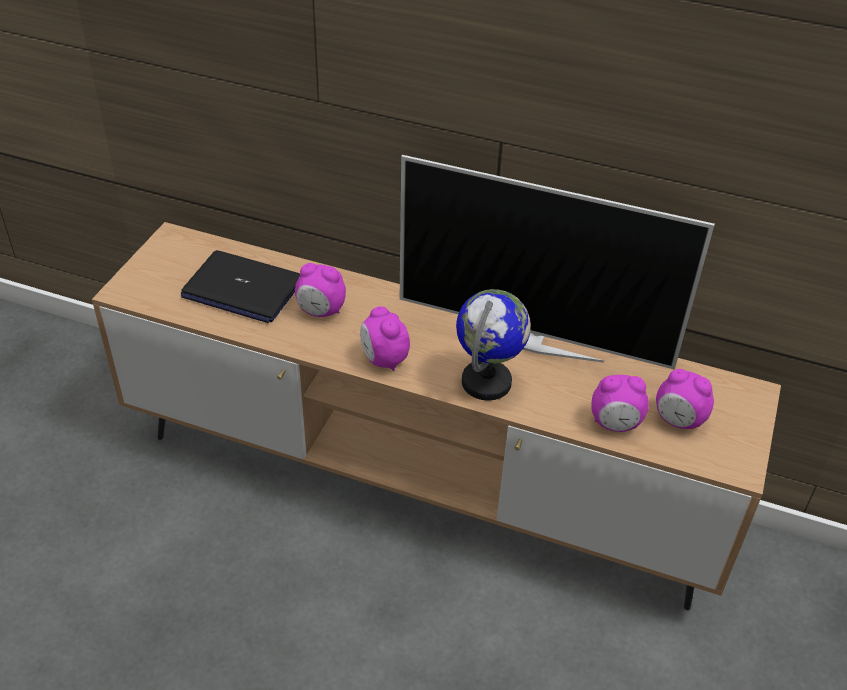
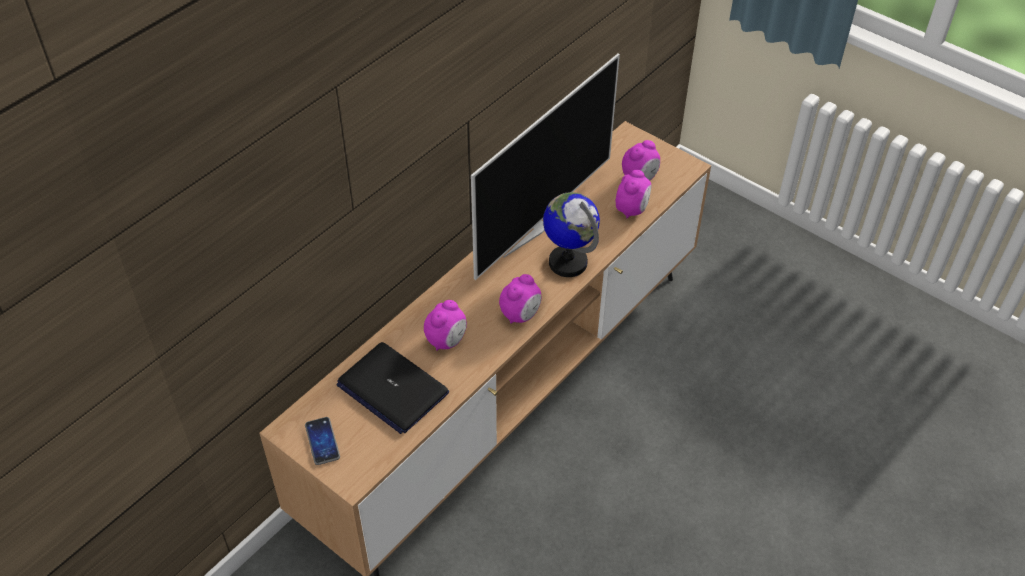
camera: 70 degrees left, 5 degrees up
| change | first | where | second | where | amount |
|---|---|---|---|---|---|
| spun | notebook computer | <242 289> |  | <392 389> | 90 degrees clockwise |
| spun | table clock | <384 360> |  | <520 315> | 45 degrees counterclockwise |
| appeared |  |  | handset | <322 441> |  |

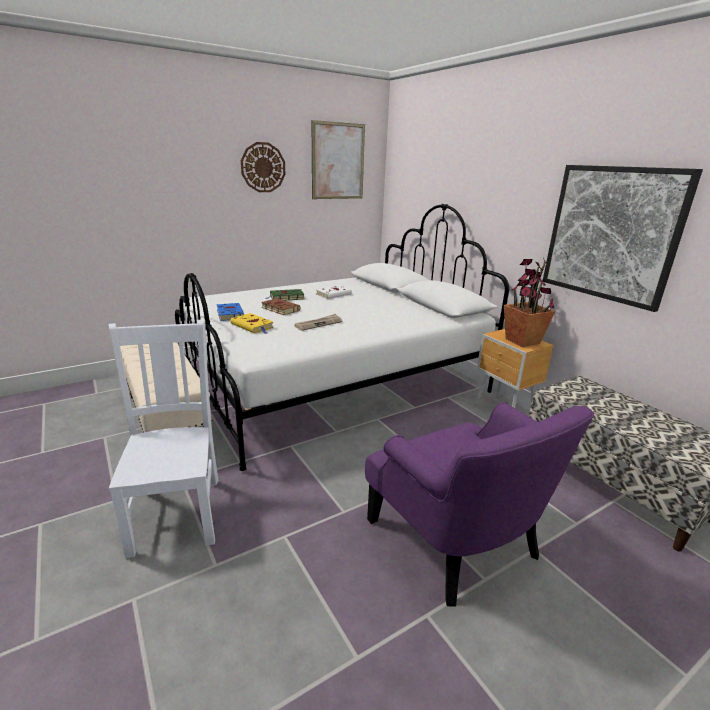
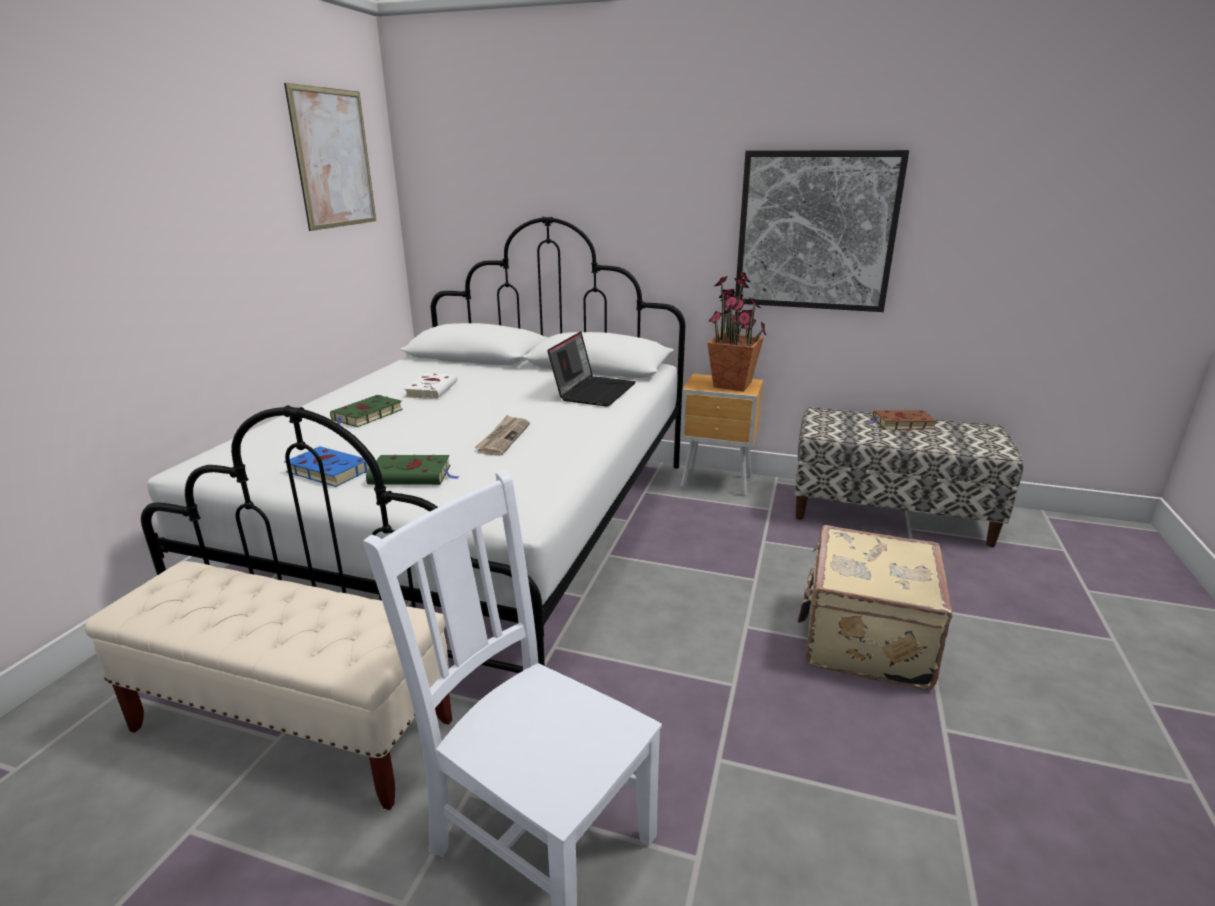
camera: 40 degrees left, 0 degrees up
| change | first | where | second | where | amount |
|---|---|---|---|---|---|
| missing | clock on the wall | <263 167> |  |  |  |
| relocated | book/brown-coloured | <279 309> |  | <901 423> |  |
| colour | book/yellowish | <253 326> | book/greenish | <413 475> |  |
| exchanged | easy chair/purple | <457 539> | suitcase/sand-coloured | <863 639> |  |
| appeared |  |  | notebook computer | <593 391> |  |

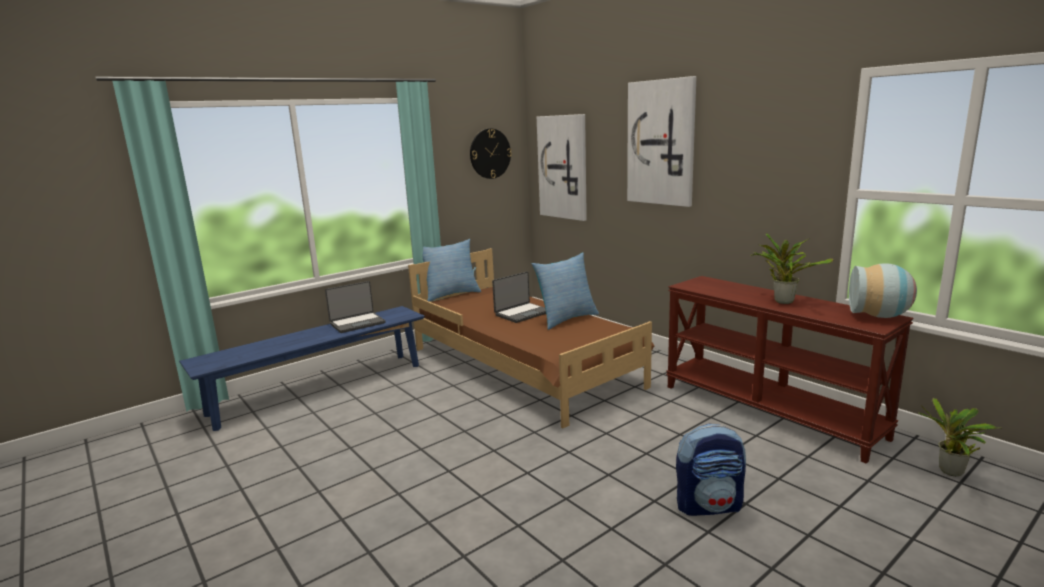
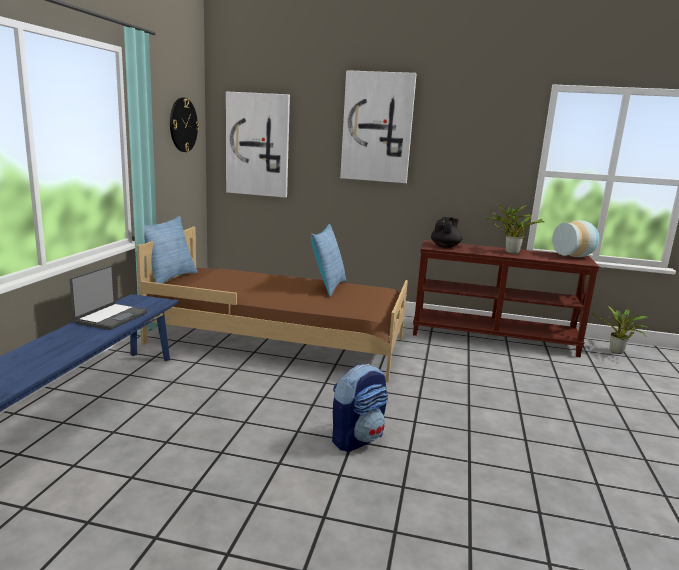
camera: 40 degrees left, 0 degrees up
| change | first | where | second | where | amount |
|---|---|---|---|---|---|
| missing | notebook computer | <522 313> |  |  |  |
| relocated | backpack | <709 505> |  | <357 438> |  |
| appeared |  |  | tea pot/black-coloured | <445 246> |  |

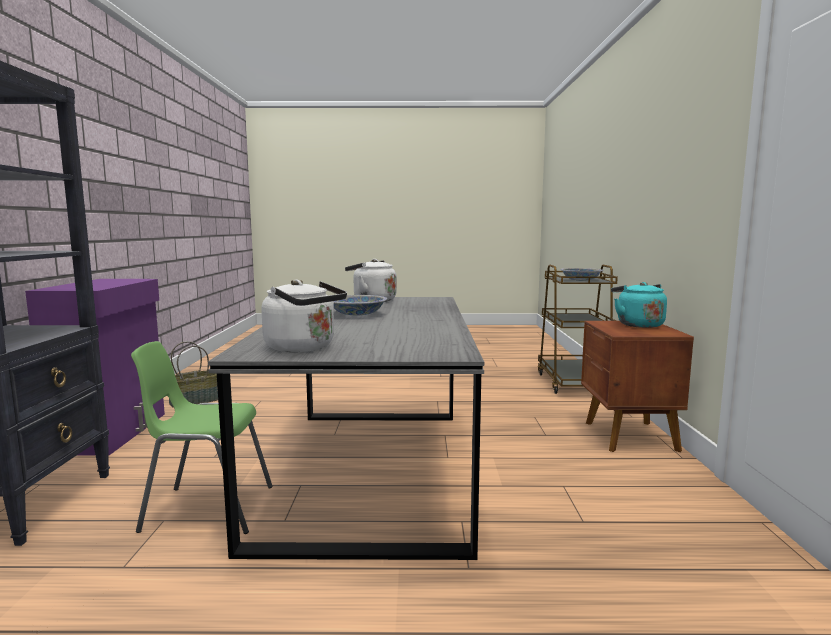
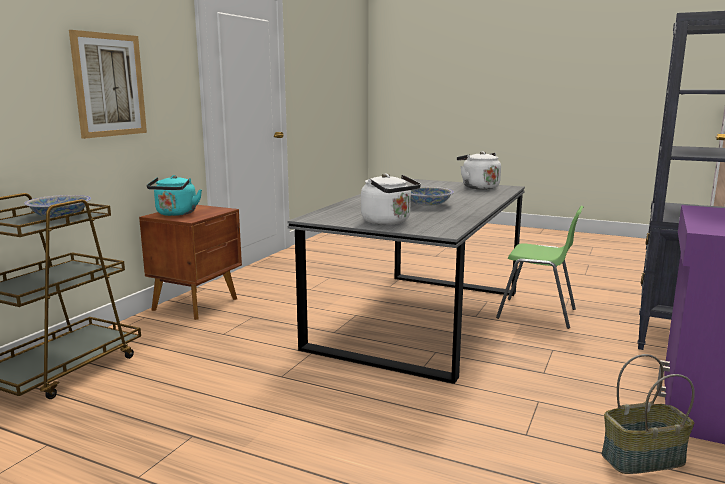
camera: 155 degrees left, 5 degrees up
| change | first | where | second | where | amount |
|---|---|---|---|---|---|
| appeared |  |  | wall picture | <109 85> |  |

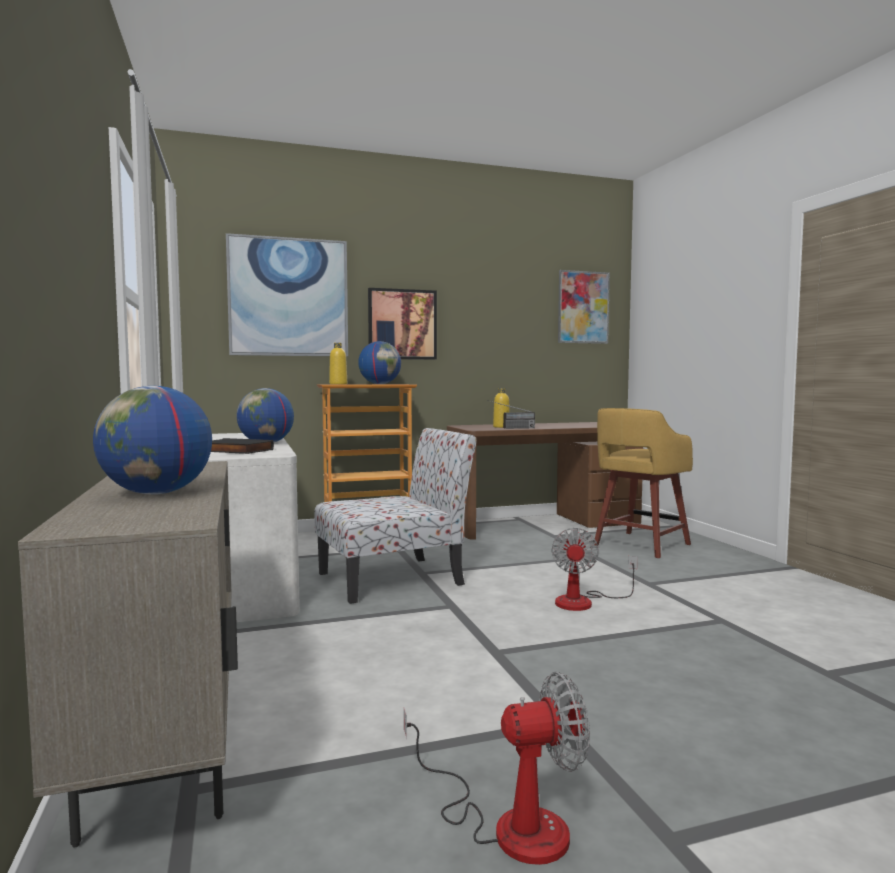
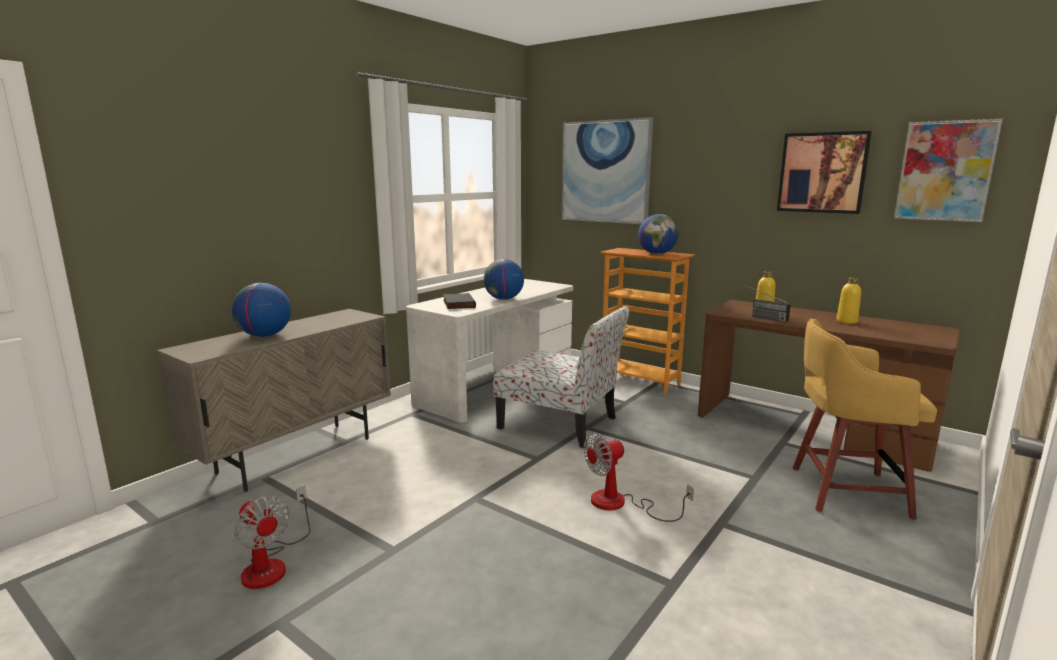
camera: 55 degrees right, 10 degrees up
| change | first | where | second | where | amount |
|---|---|---|---|---|---|
| relocated | wall picture | <402 324> |  | <822 172> |  |
| relocated | drink bottle/yellowish | <338 384> |  | <846 321> |  |

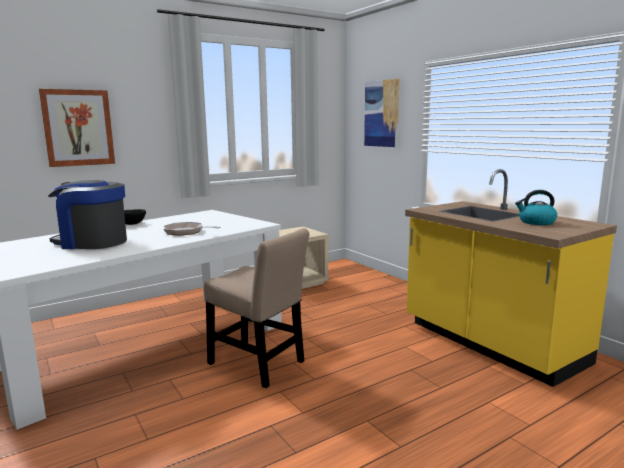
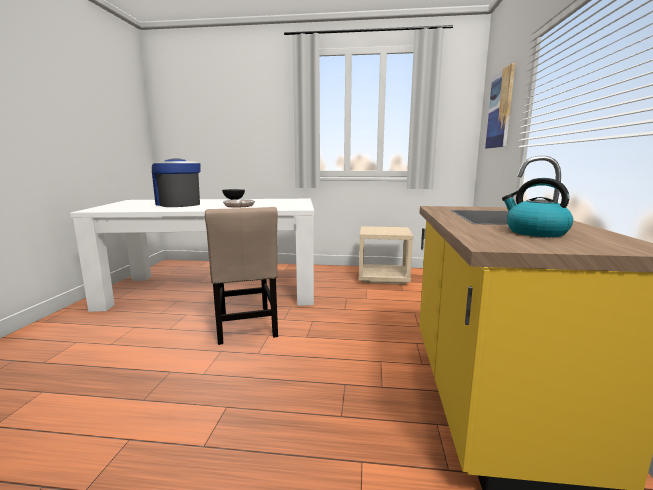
camera: 40 degrees right, 0 degrees up
| change | first | where | second | where | amount |
|---|---|---|---|---|---|
| missing | wall picture | <78 128> |  |  |  |

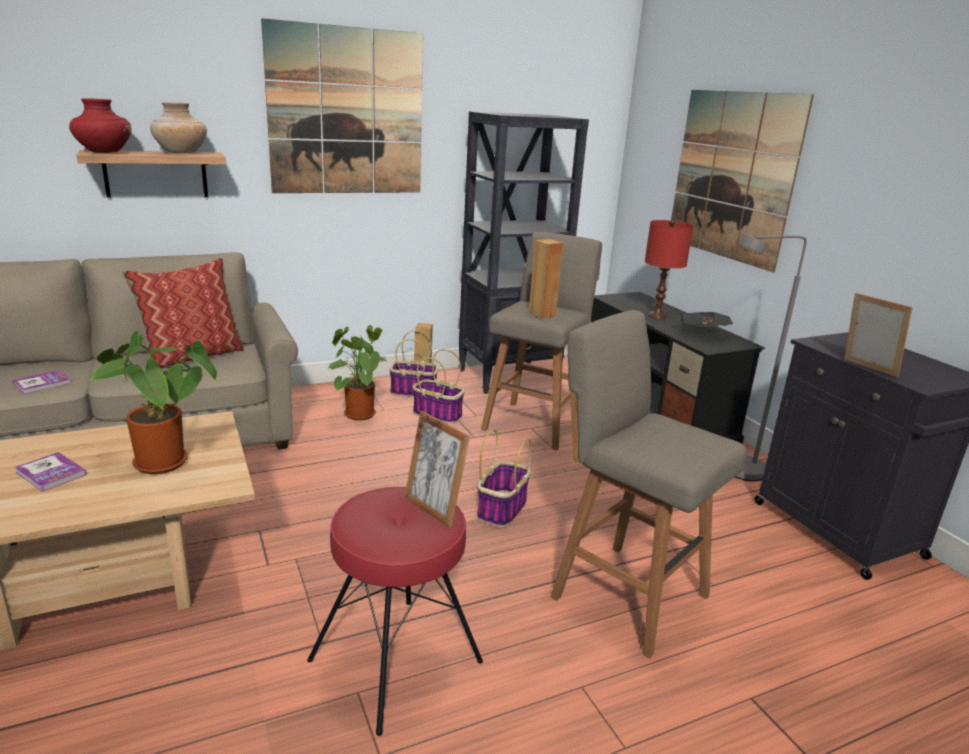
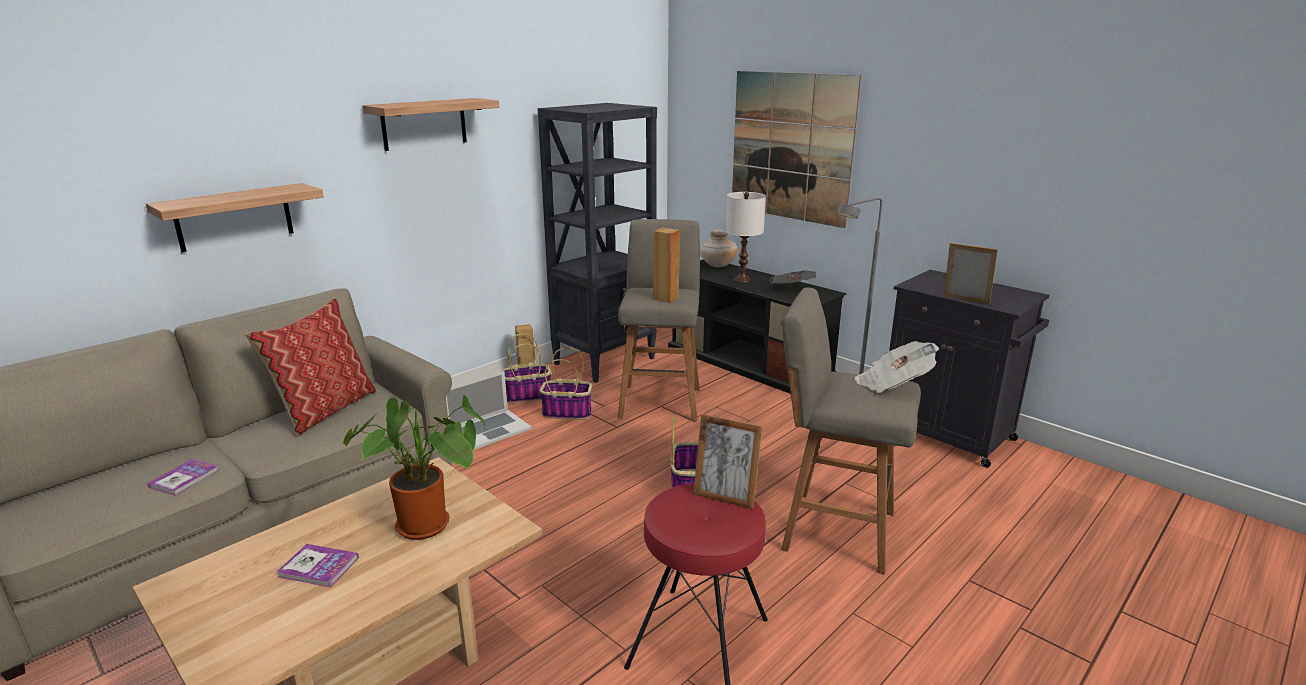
camera: 20 degrees left, 0 degrees up
| change | first | where | second | where | amount |
|---|---|---|---|---|---|
| exchanged | wall picture | <347 112> | wall shelf | <424 124> |  |
| missing | decorative vase/reddish | <103 152> |  |  |  |
| relocated | decorative vase/sand-coloured | <181 153> |  | <717 265> |  |
| colour | lamp for a table/reddish | <657 316> | lamp for a table/white | <742 280> |  |
| exchanged | plant in a pot | <357 413> | notebook computer | <488 430> |  |
| appeared |  |  | newspaper | <893 384> |  |

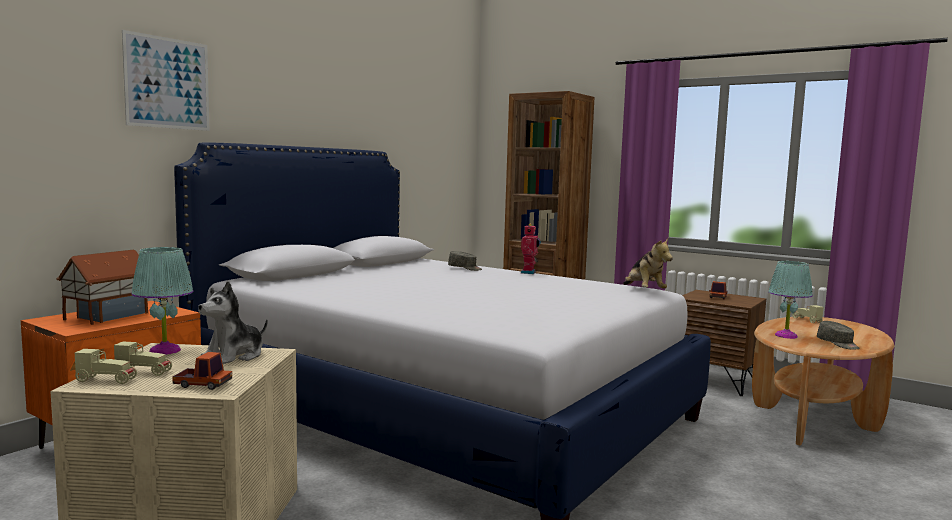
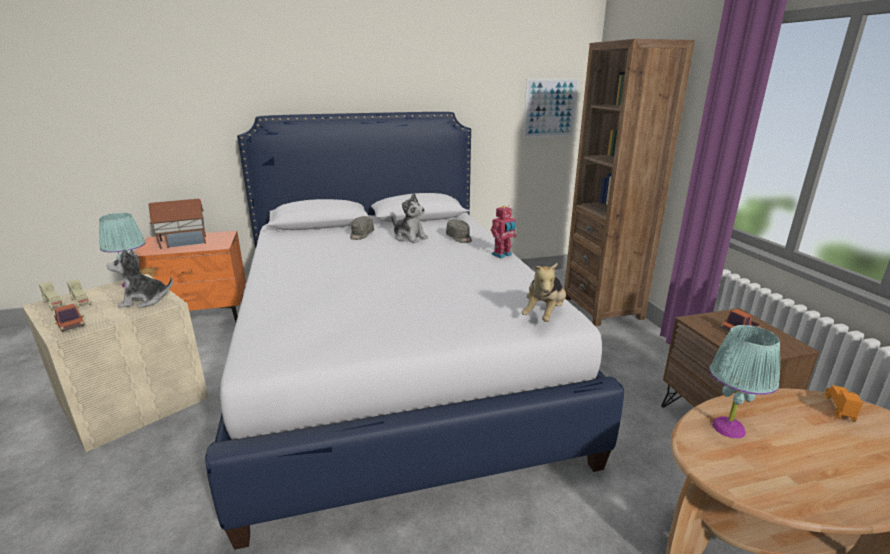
camera: 40 degrees right, 15 degrees up
| change | first | where | second | where | amount |
|---|---|---|---|---|---|
| relocated | wall picture | <167 83> |  | <550 108> |  |
| colour | model car/sand-coloured | <806 320> | model car/orangey | <838 408> |  |
| relocated | baseball cap/greyish | <838 344> |  | <361 235> |  |
| appeared |  |  | cuddly toy | <409 237> |  |

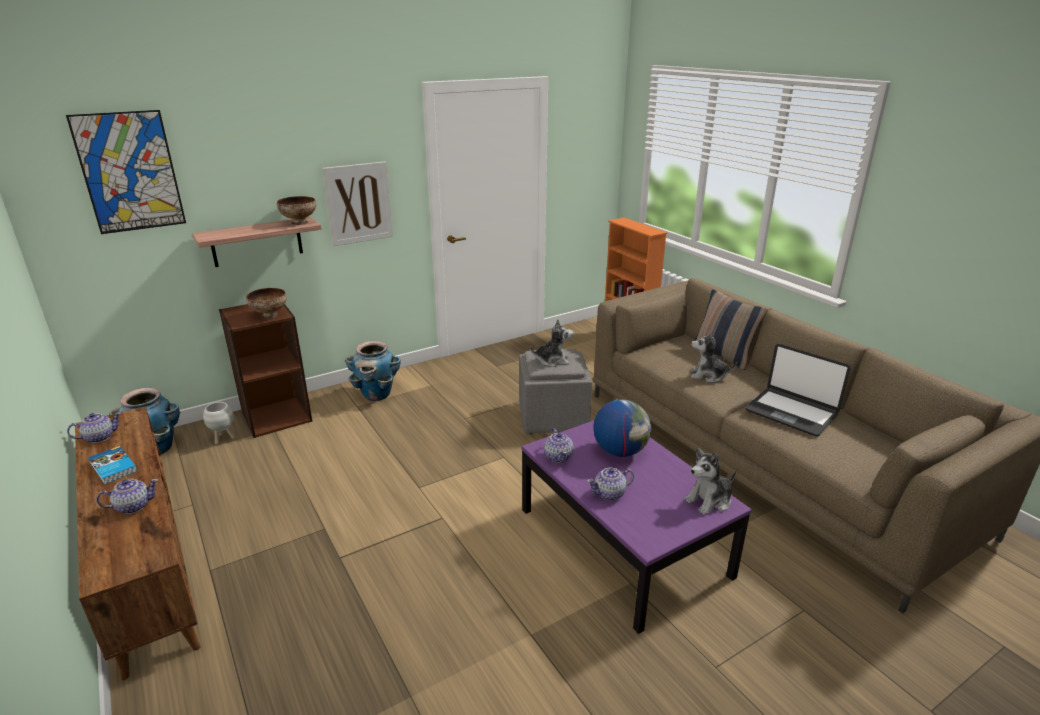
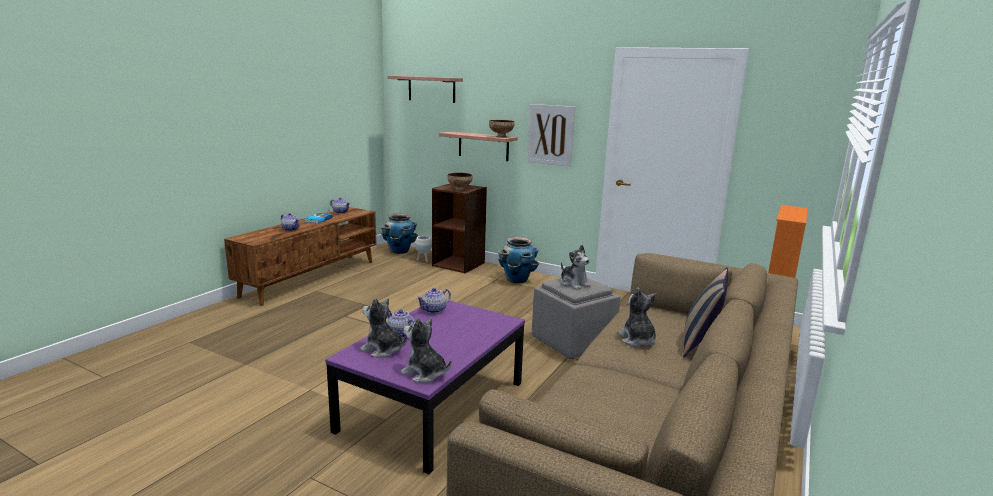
camera: 60 degrees right, 10 degrees down
| change | first | where | second | where | amount |
|---|---|---|---|---|---|
| exchanged | wall picture | <129 172> | wall shelf | <431 89> |  |
| missing | notebook computer | <791 412> |  |  |  |
| missing | globe | <620 451> |  |  |  |
| appeared |  |  | cuddly toy | <383 350> |  |

